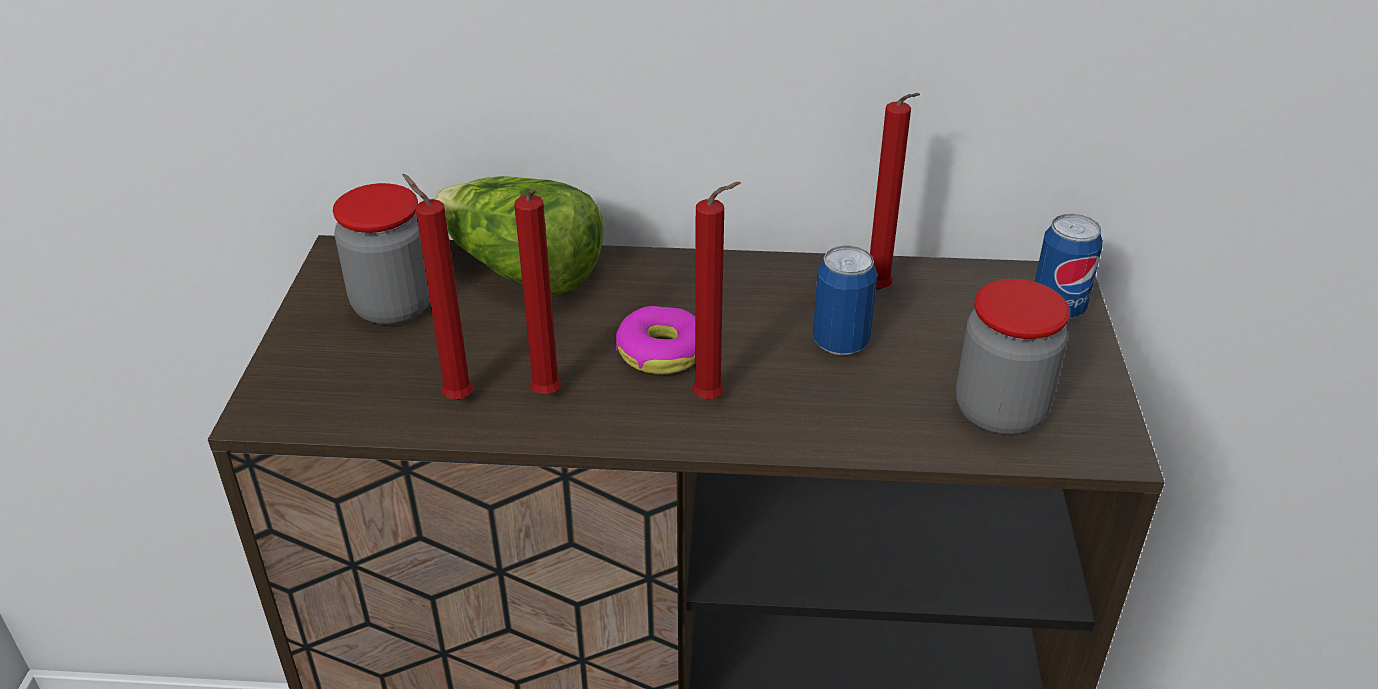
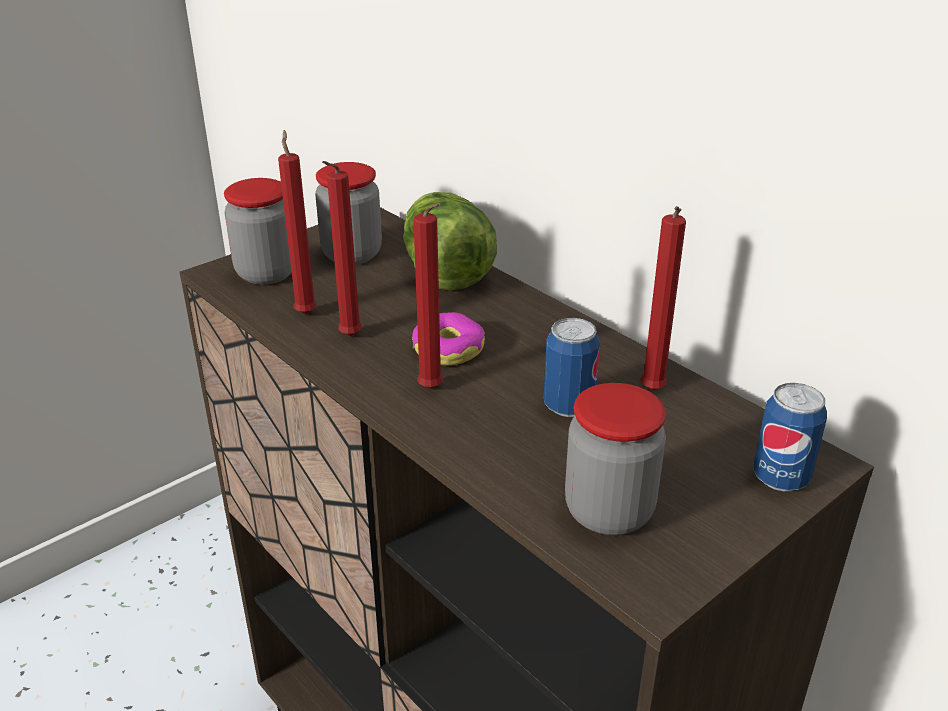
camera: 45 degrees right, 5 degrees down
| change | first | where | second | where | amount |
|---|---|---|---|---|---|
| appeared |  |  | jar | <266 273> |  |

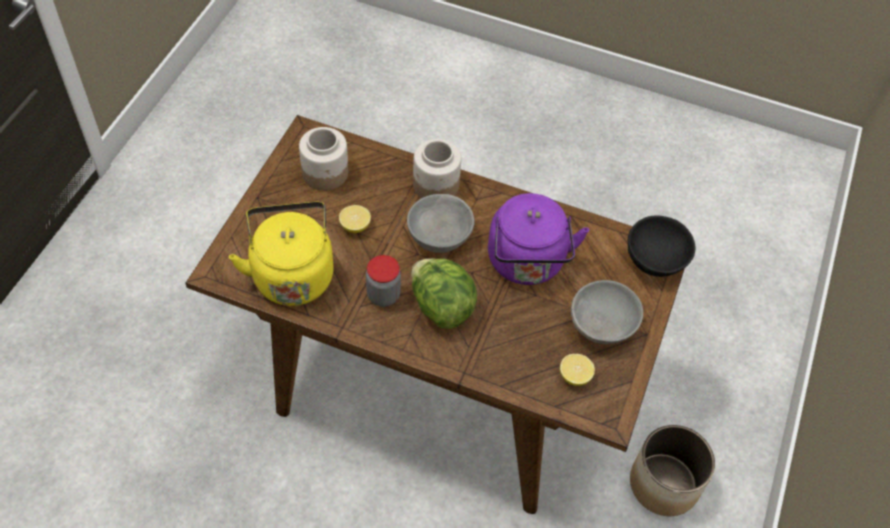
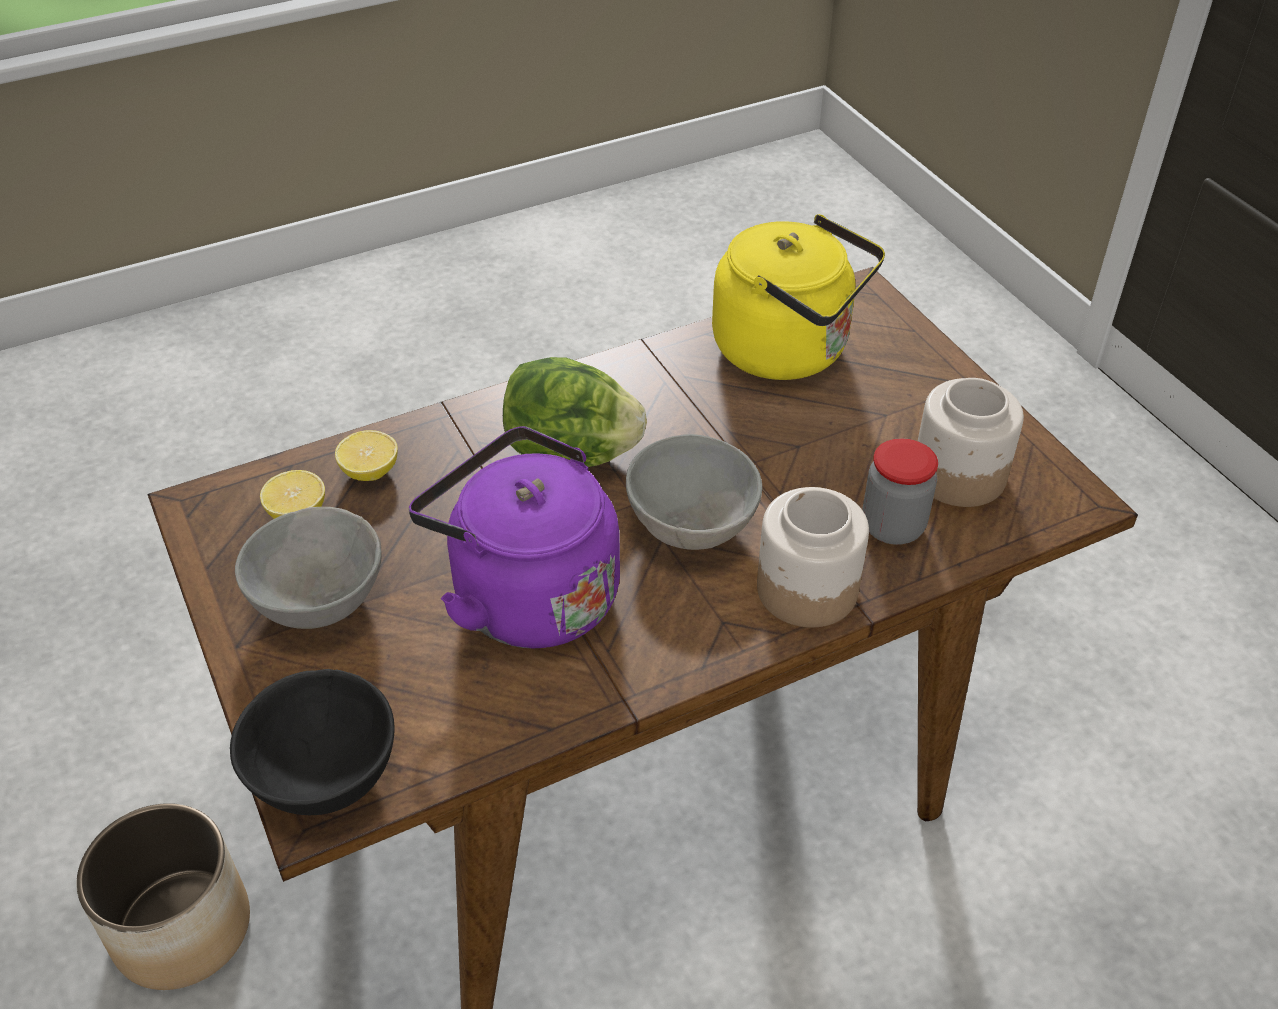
camera: 135 degrees right, 10 degrees down
| change | first | where | second | where | amount |
|---|---|---|---|---|---|
| relocated | whole lemon | <355 226> |  | <370 472> |  |
| relocated | jar | <383 295> |  | <892 527> |  |

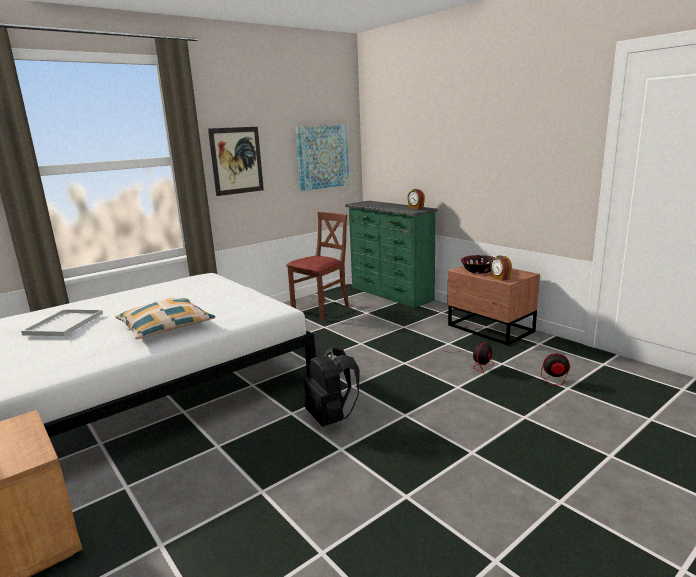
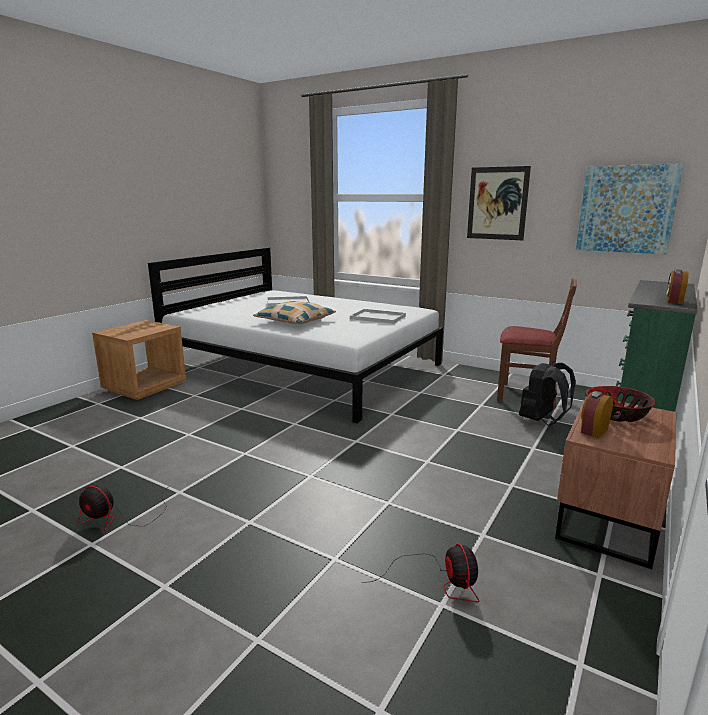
camera: 70 degrees right, 0 degrees up
| change | first | where | second | where | amount |
|---|---|---|---|---|---|
| relocated | fan | <477 362> |  | <119 517> |  |
| relocated | backpack/black-coloured | <331 418> |  | <541 420> |  |
| appeared |  |  | carrying tray/white | <379 317> |  |

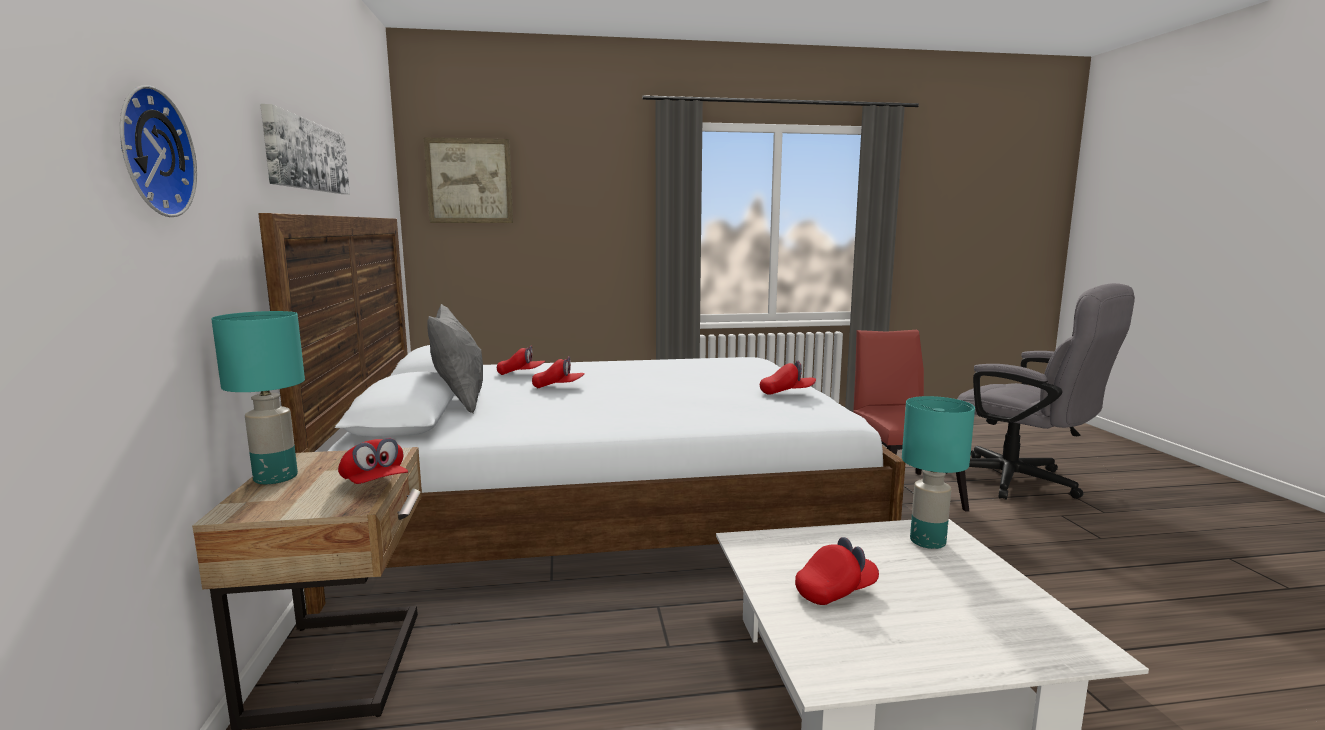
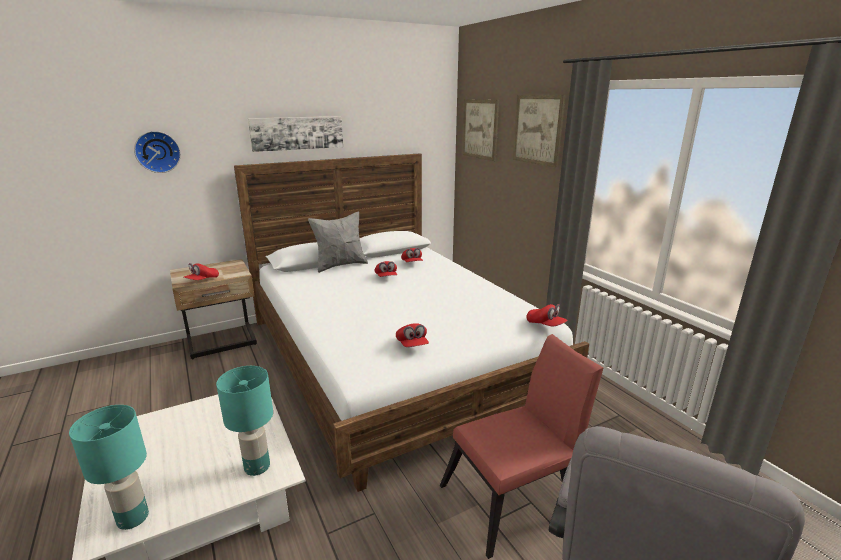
camera: 70 degrees right, 10 degrees up
| change | first | where | second | where | amount |
|---|---|---|---|---|---|
| relocated | lamp for a table/turquoise | <277 478> |  | <133 519> |  |
| relocated | baseball cap/reddish | <836 591> |  | <545 325> |  |
| appeared |  |  | wall picture | <537 129> |  |

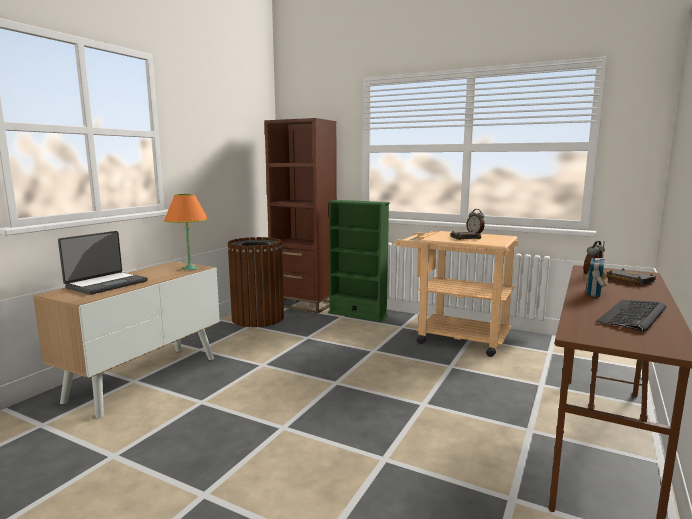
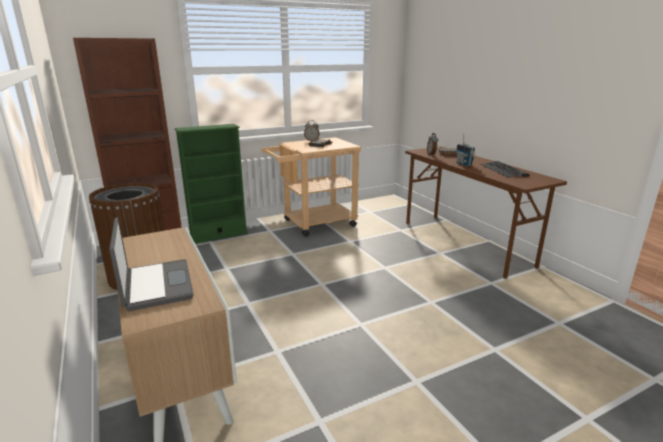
camera: 55 degrees left, 10 degrees up
| change | first | where | second | where | amount |
|---|---|---|---|---|---|
| missing | lamp for a table/orangey | <189 268> |  |  |  |

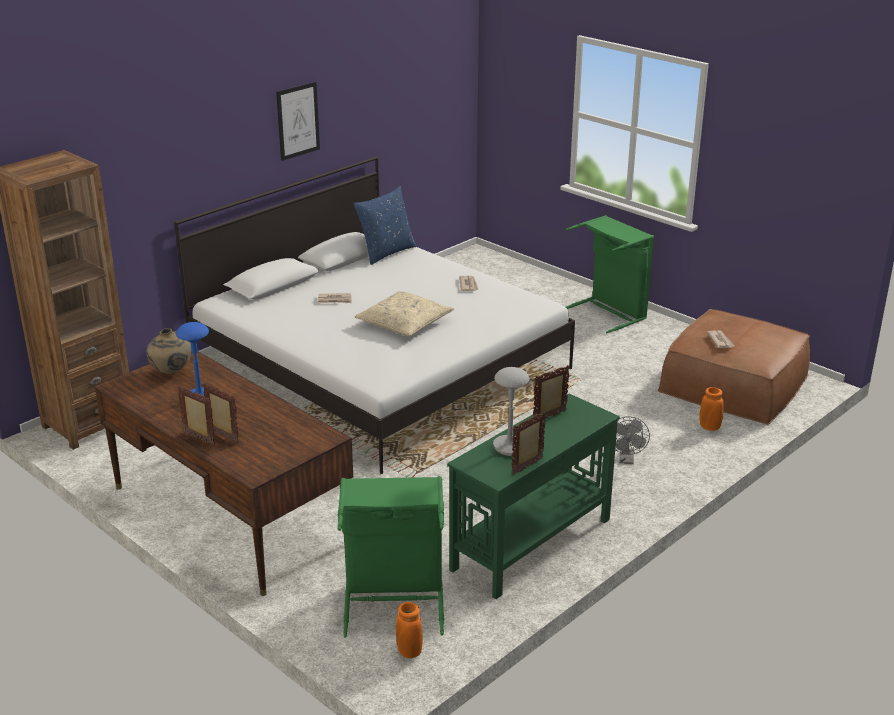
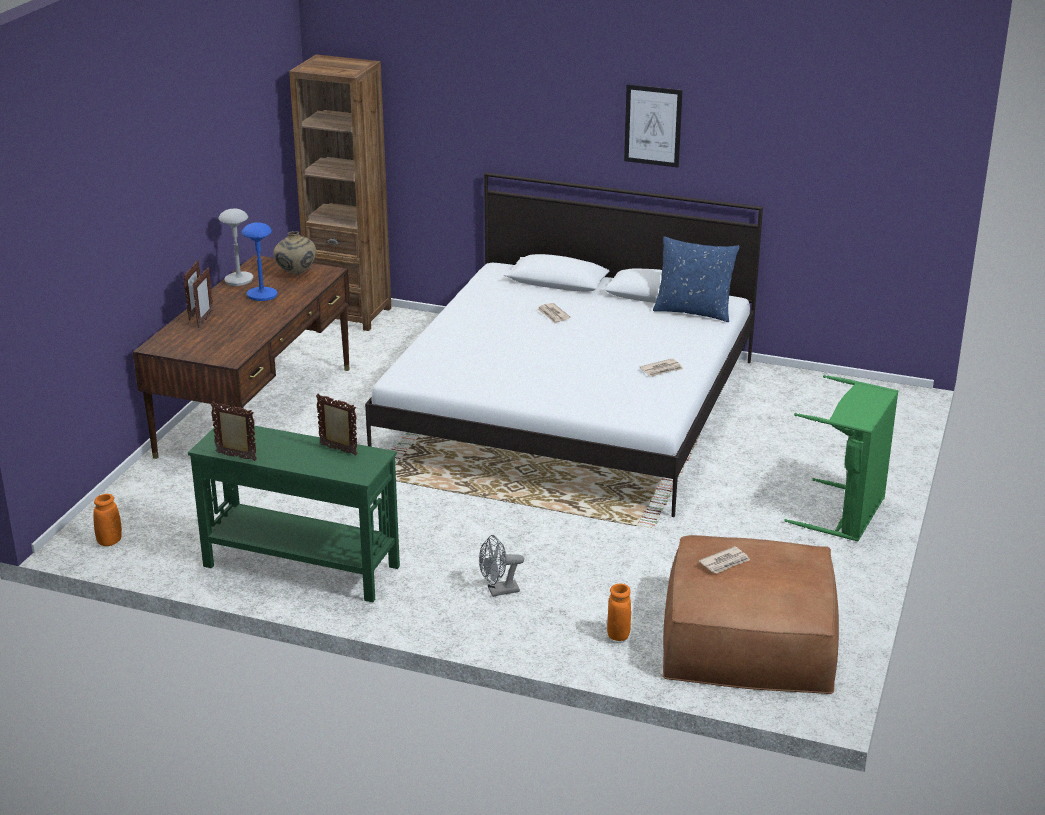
camera: 65 degrees right, 0 degrees up
| change | first | where | second | where | amount |
|---|---|---|---|---|---|
| missing | pillow/sand-coloured | <404 323> |  |  |  |
| relocated | lamp for a table/greyish | <510 447> |  | <239 280> |  |
| missing | hamper/greenish | <394 601> |  |  |  |

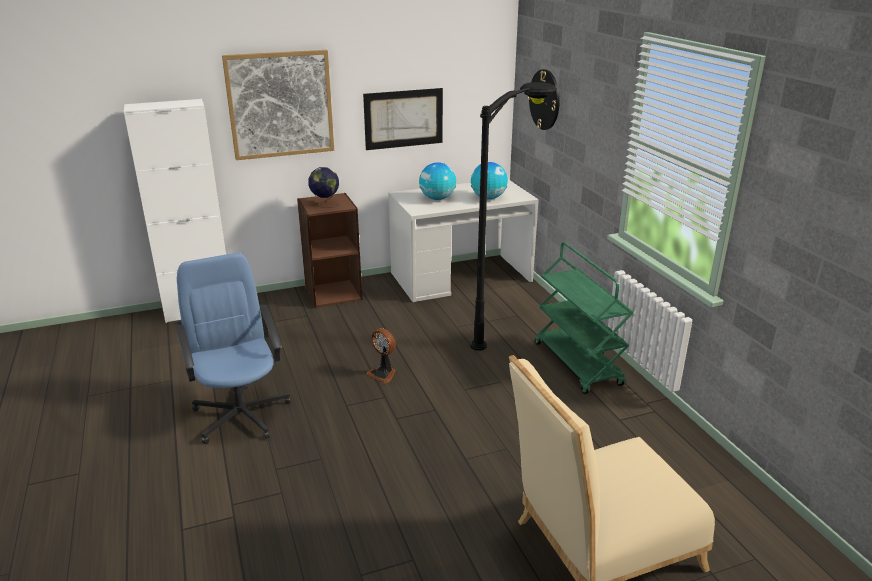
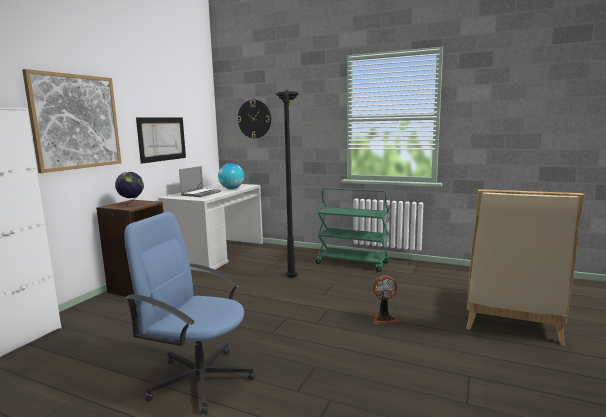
camera: 45 degrees left, 15 degrees down
| change | first | where | second | where | amount |
|---|---|---|---|---|---|
| exchanged | globe | <437 198> | notebook computer | <201 193> |  |
| relocated | fan | <383 374> |  | <384 318> |  |

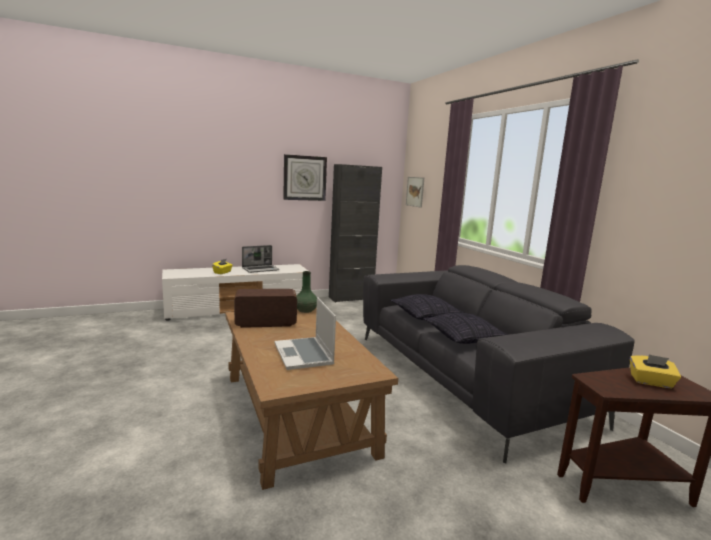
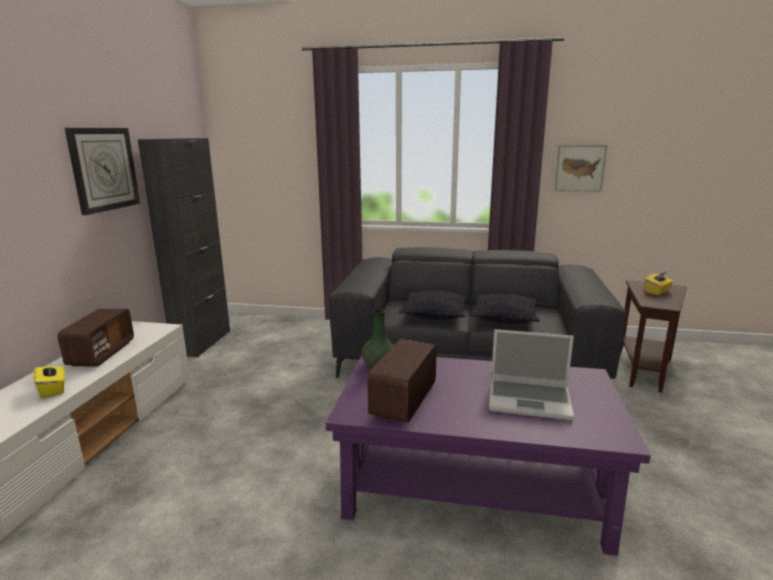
camera: 55 degrees left, 5 degrees up
| change | first | where | second | where | amount |
|---|---|---|---|---|---|
| relocated | wall picture | <415 191> |  | <580 168> |  |
| exchanged | notebook computer | <261 269> | radio set | <101 353> |  |
| colour | low table/brown-coloured | <297 413> | low table/purple | <475 483> |  |

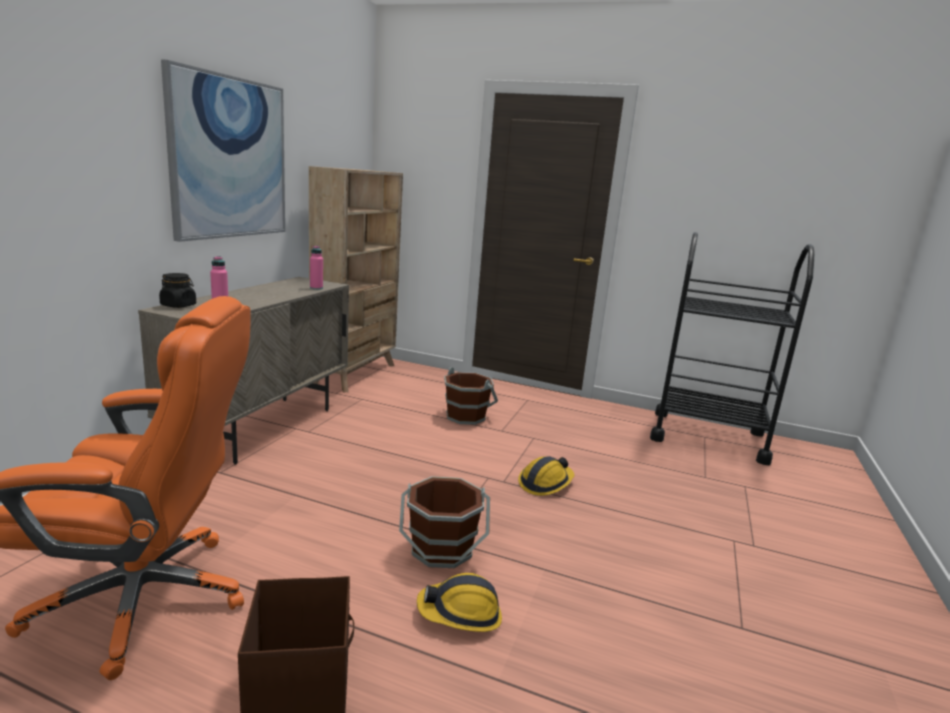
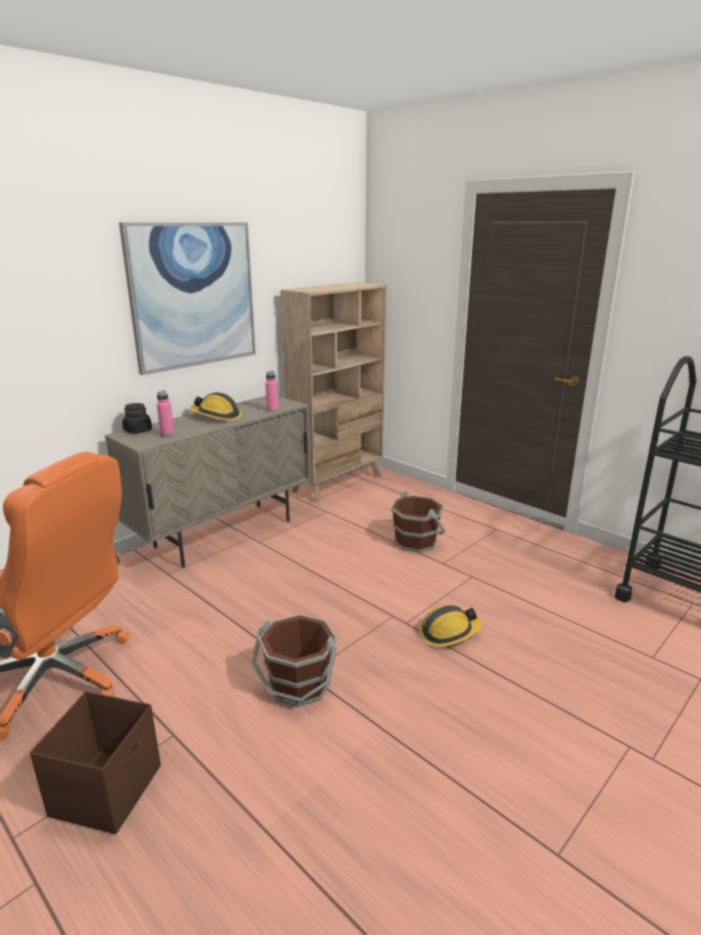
camera: 25 degrees right, 5 degrees up
| change | first | where | second | where | amount |
|---|---|---|---|---|---|
| relocated | safety helmet | <460 614> |  | <216 416> |  |

